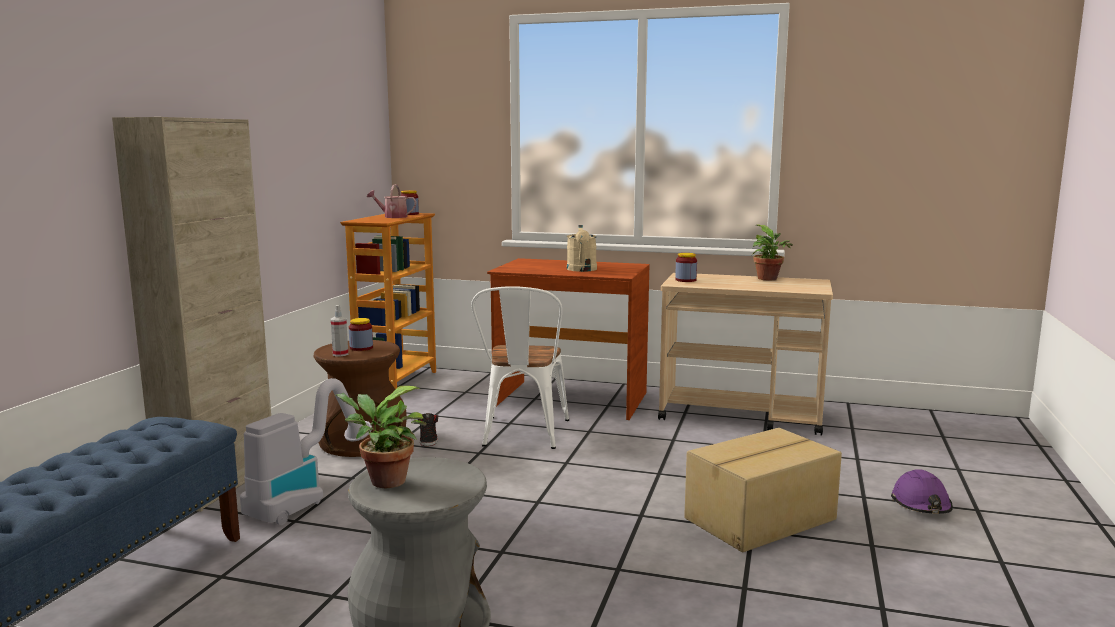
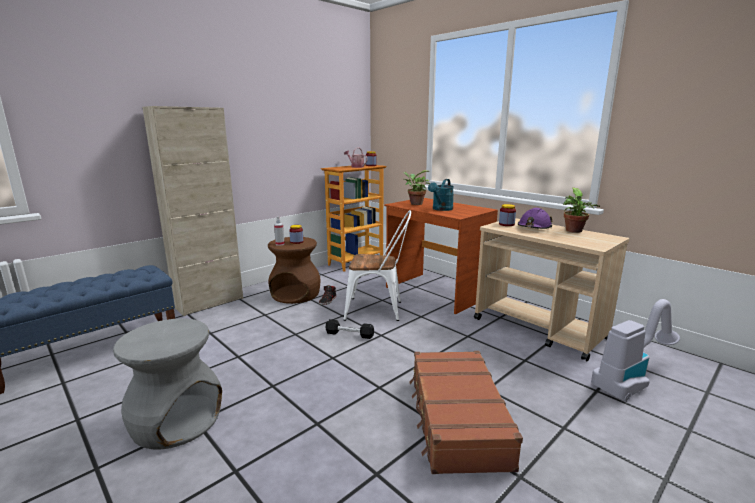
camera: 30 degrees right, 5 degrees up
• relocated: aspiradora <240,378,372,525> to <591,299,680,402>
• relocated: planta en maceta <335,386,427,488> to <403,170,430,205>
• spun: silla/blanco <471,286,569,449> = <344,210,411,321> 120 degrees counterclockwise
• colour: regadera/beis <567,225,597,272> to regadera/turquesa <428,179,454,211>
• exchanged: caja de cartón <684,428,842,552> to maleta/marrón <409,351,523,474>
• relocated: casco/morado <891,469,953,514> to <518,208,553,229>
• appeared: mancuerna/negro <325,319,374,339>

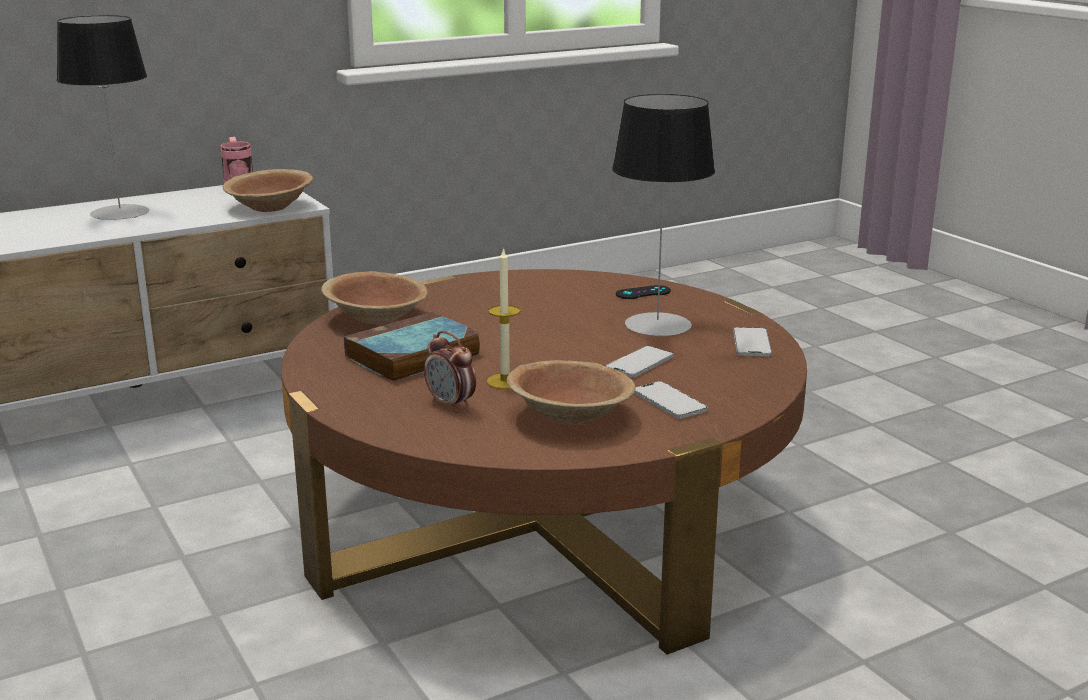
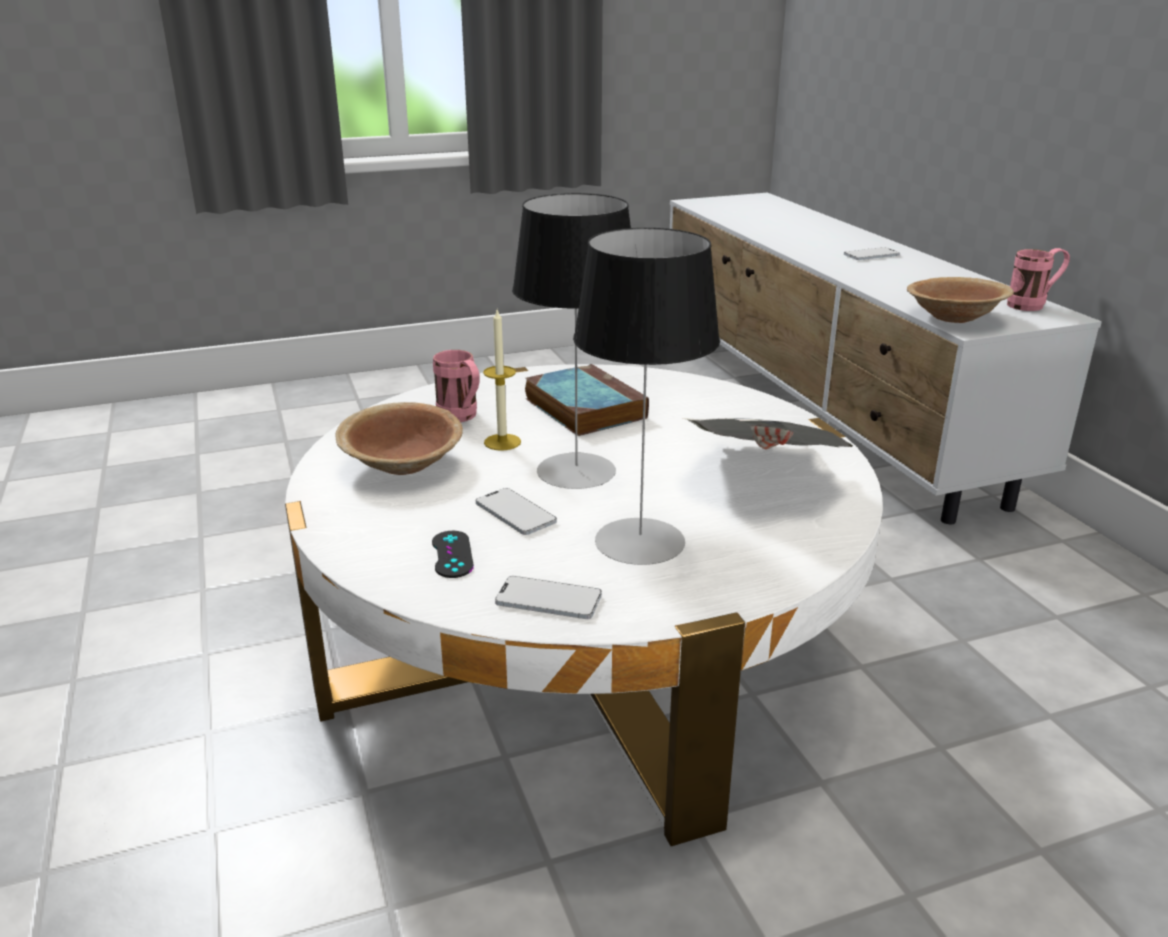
camera: 100 degrees right, 5 degrees up
• relocated: lámpara de mesa <56,15,149,220> to <512,193,631,489>
• colour: mesa de centro/marrón <281,269,807,655> to mesa de centro/blanco <285,364,883,846>
• missing: cuenco/marrón <321,271,428,325>
• exchanged: despertador <424,331,476,412> to taza grande/rosa <433,350,480,422>
• relocated: mando de consola/negro <616,285,671,299> to <432,531,474,578>
• relocated: móvil <634,381,708,419> to <844,247,900,260>
• appeared: periódico <683,418,853,449>

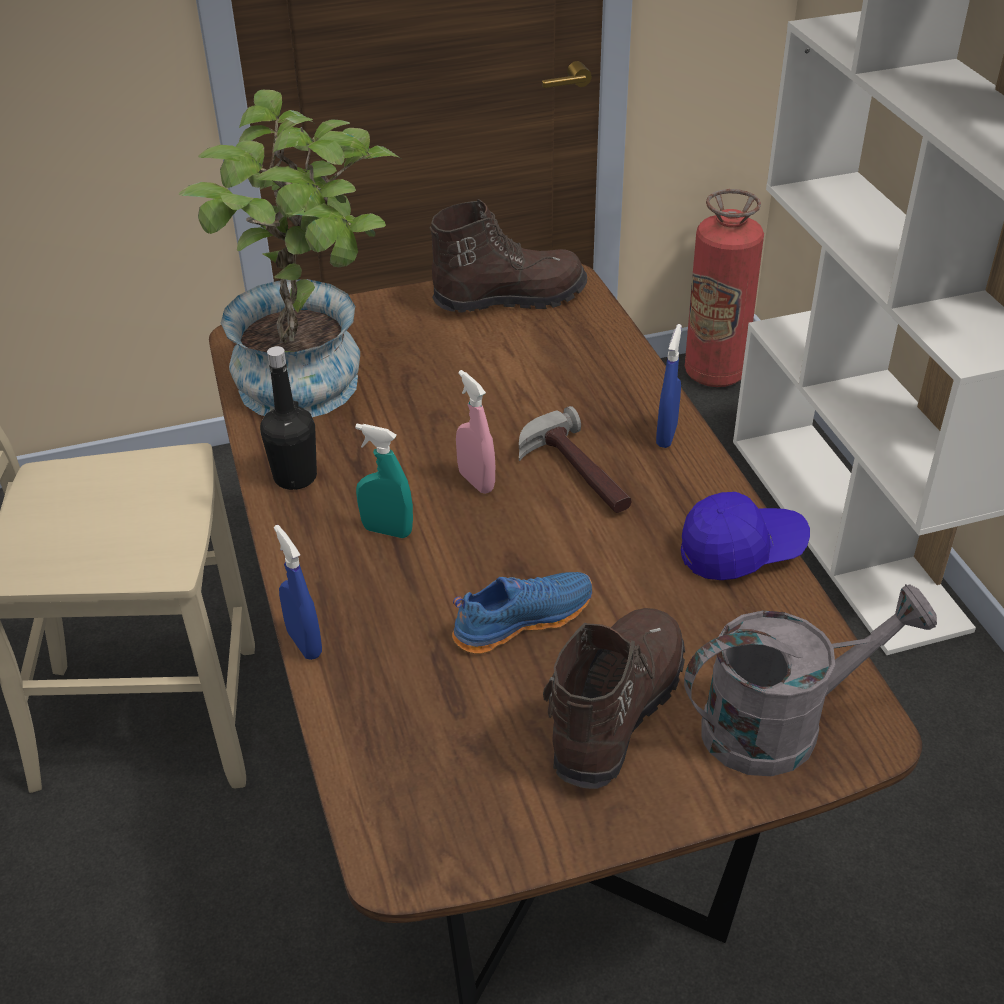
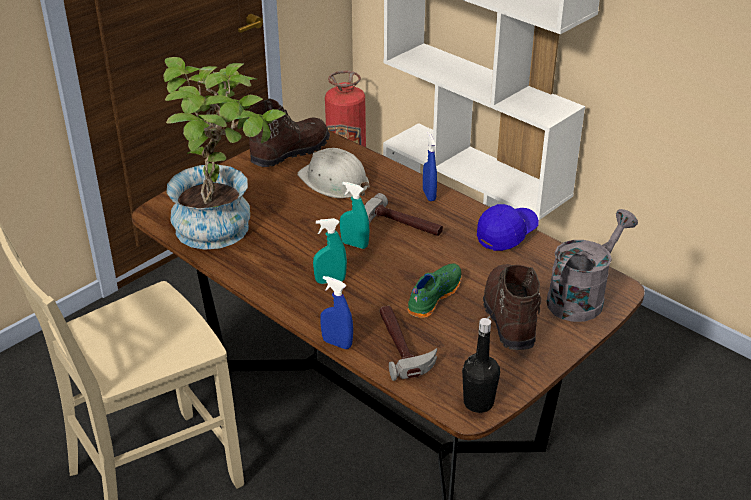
camera: 30 degrees left, 5 degrees down
• relocated: botella/negro <260,346,317,490> to <462,318,500,413>
• colour: zapato/azul <452,572,592,654> to zapato/verde <407,263,461,318>
• colour: pulverizador/rosa <456,370,495,494> to pulverizador/turquesa <340,182,369,249>
• appeared: casco/blanco <297,148,370,198>
• appeared: martillo <379,306,437,381>

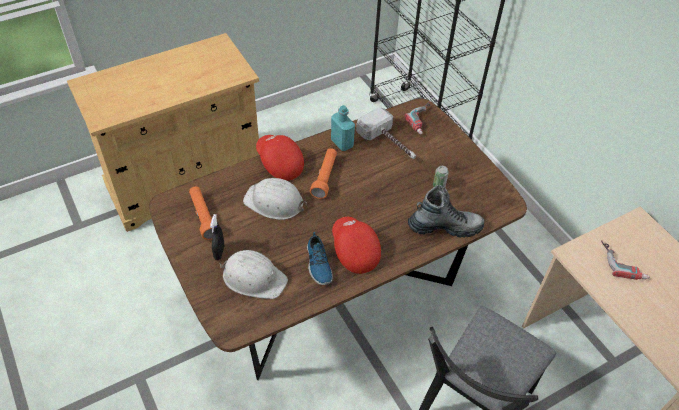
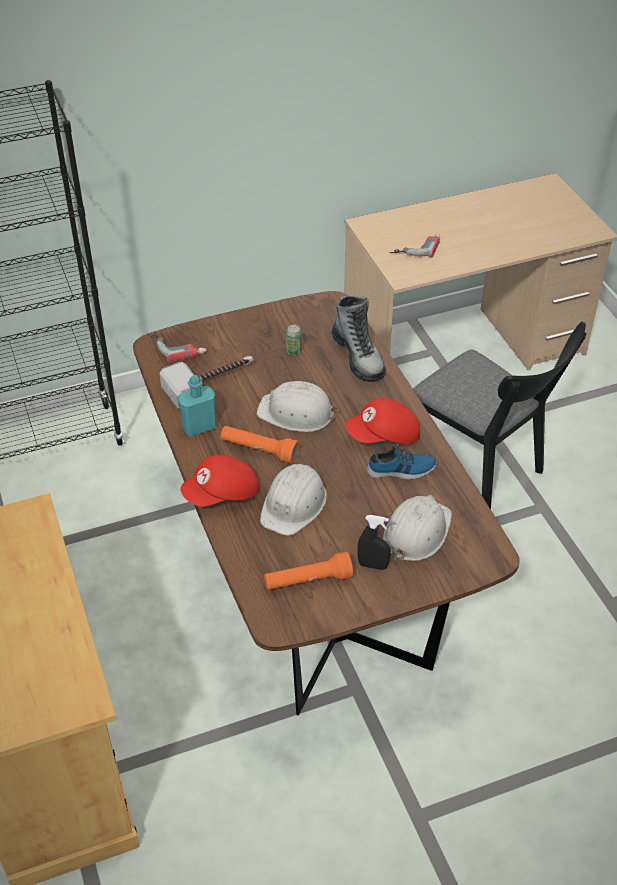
camera: 80 degrees left, 5 degrees down
• spun: bota <408,185,485,238> = <332,294,386,382> 150 degrees clockwise
• appeared: casco/blanco <257,381,339,432>

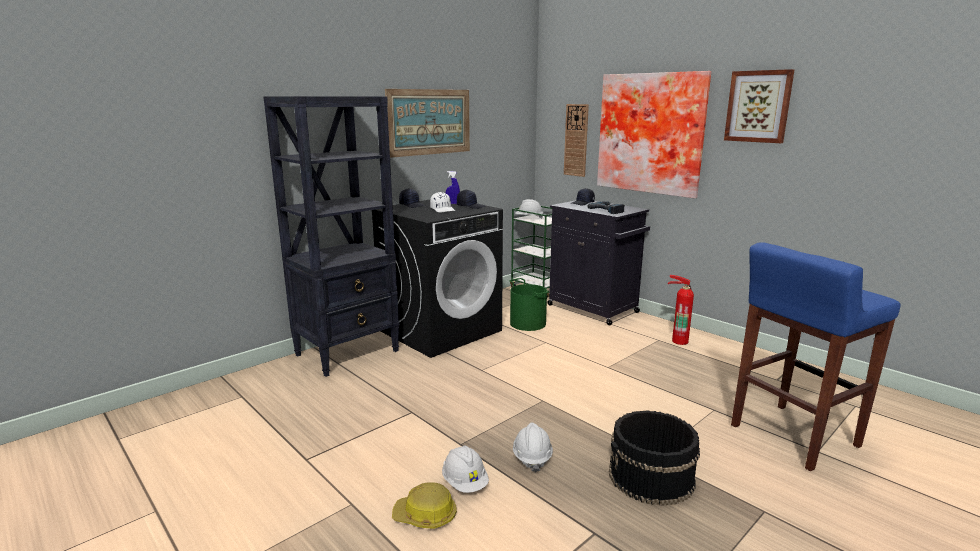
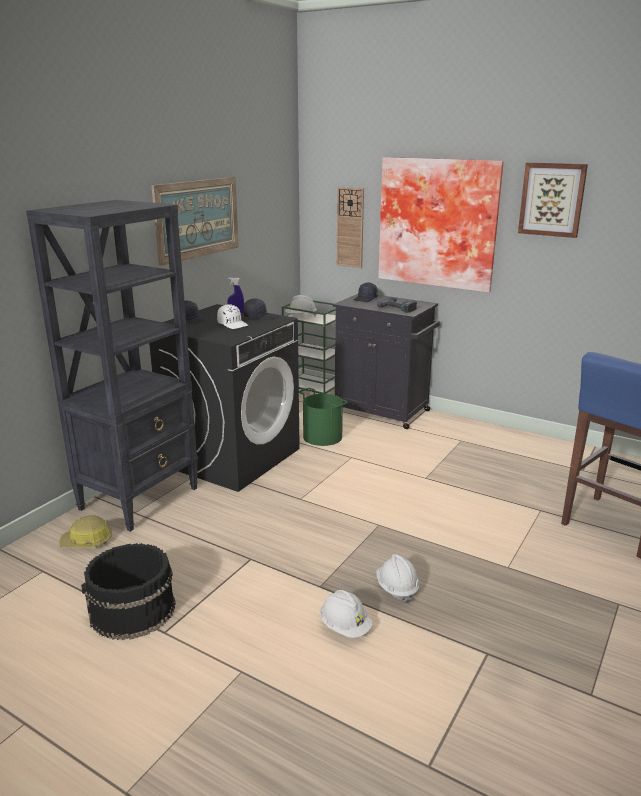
camera: 15 degrees left, 5 degrees up
• relocated: casco <392,482,457,529> to <59,515,112,548>
• relocated: cubo/negro <609,410,700,506> to <81,543,176,640>
• missing: extintor <668,275,694,345>

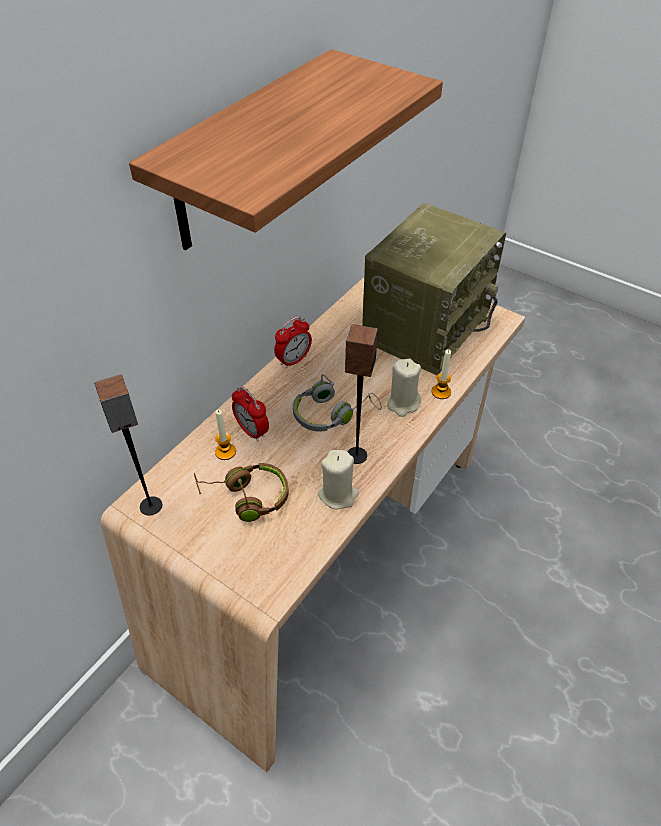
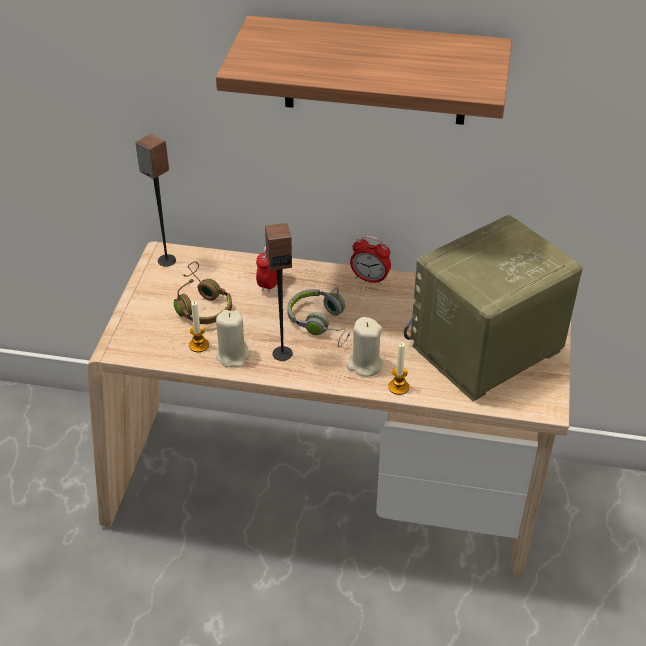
camera: 65 degrees right, 5 degrees down
• relocated: vela <215,410,236,460> to <189,301,209,352>
• spun: radio <362,203,506,375> = <404,215,583,401> 135 degrees clockwise

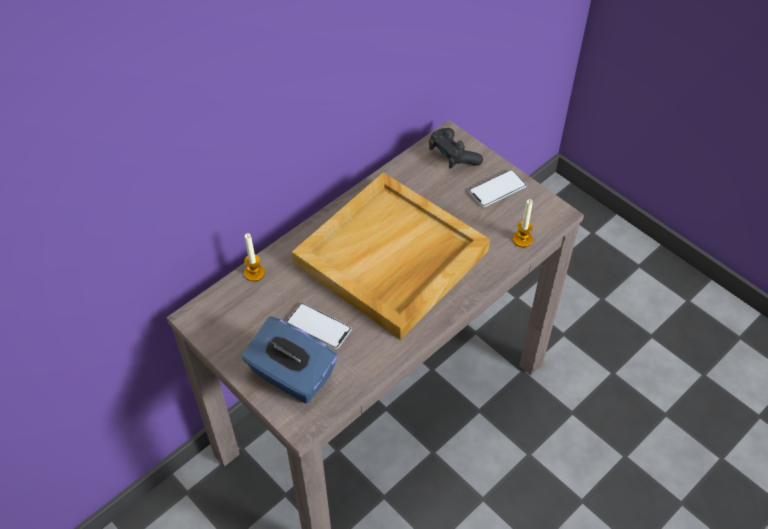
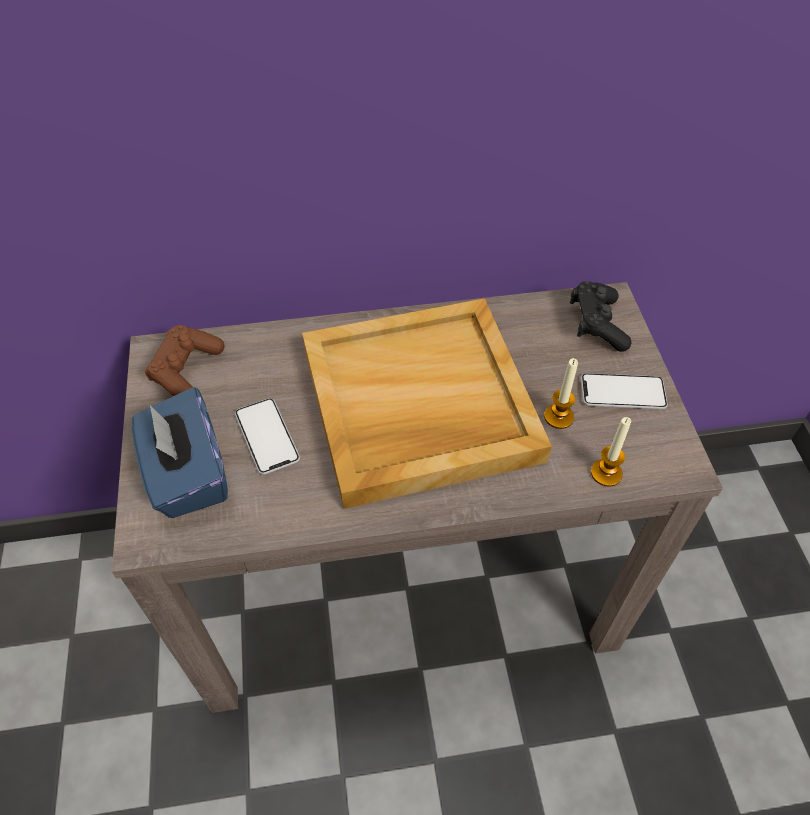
camera: 35 degrees right, 0 degrees up
• relocated: vela <244,233,265,281> to <544,358,578,429>
• appeared: mando de consola/marrón <145,325,225,396>

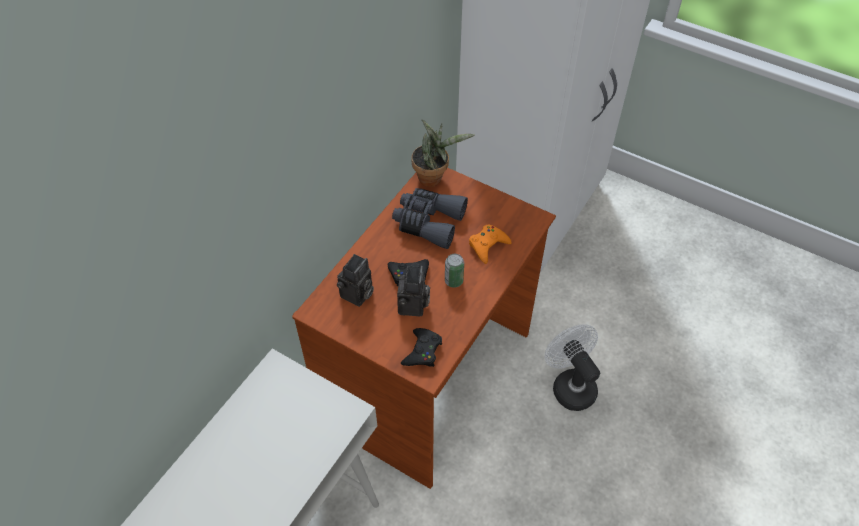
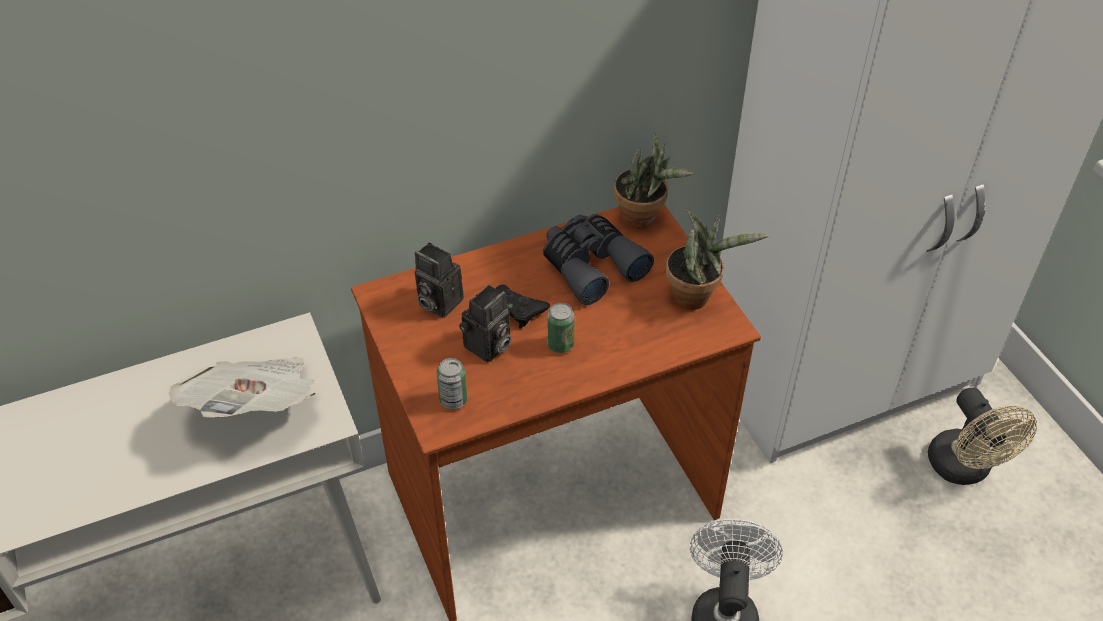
camera: 35 degrees right, 5 degrees down
• spun: cámara <337,254,374,307> = <415,242,464,318> 60 degrees clockwise
• exchanged: mando de consola/negro <401,328,442,367> to lata <436,358,467,410>
• missing: mando de consola/naranja <469,225,512,264>
• appeared: periódico <169,357,316,418>
• appeared: planta en maceta <666,207,769,310>
• appeared: ventilador/beis <928,387,1037,485>

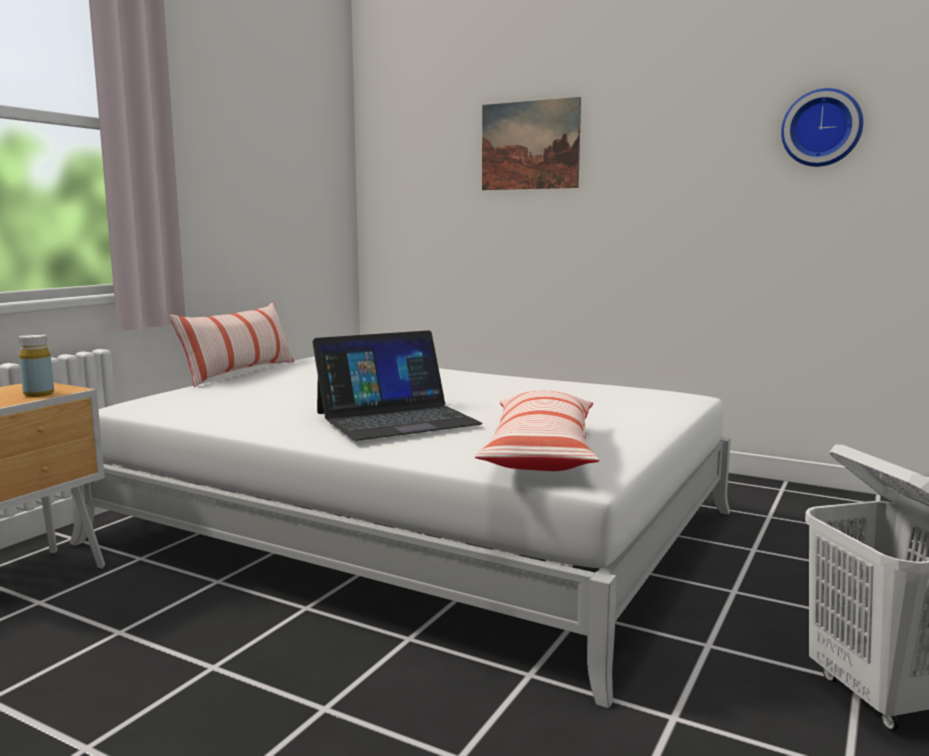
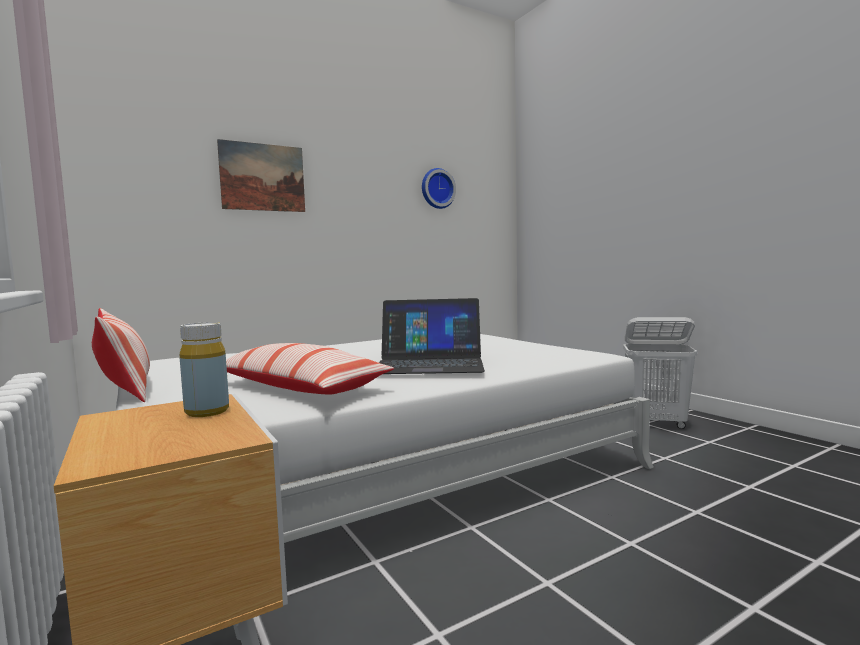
camera: 60 degrees left, 5 degrees down
• spun: portátil <312,330,483,441> = <379,298,485,374> 90 degrees clockwise
• relocated: cojín <475,391,599,471> to <226,343,394,395>

